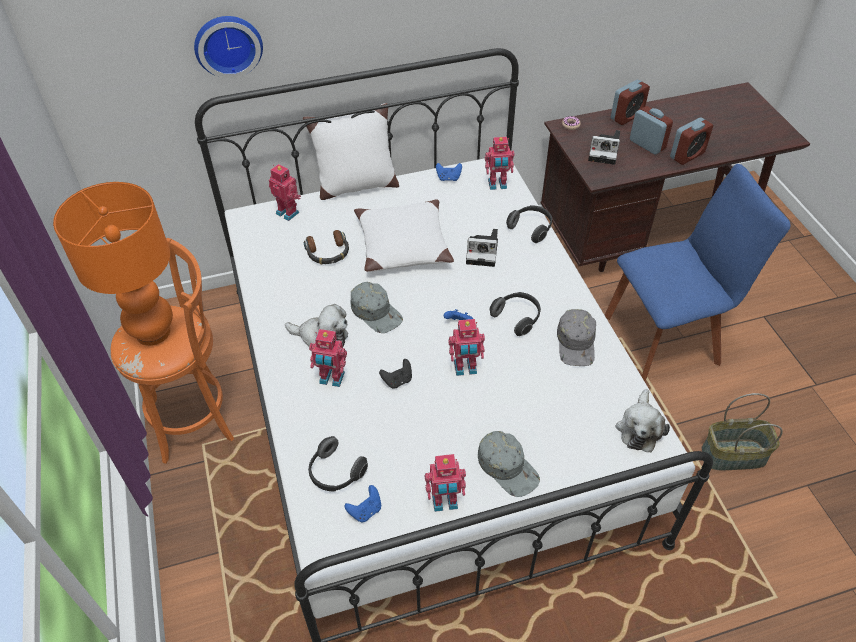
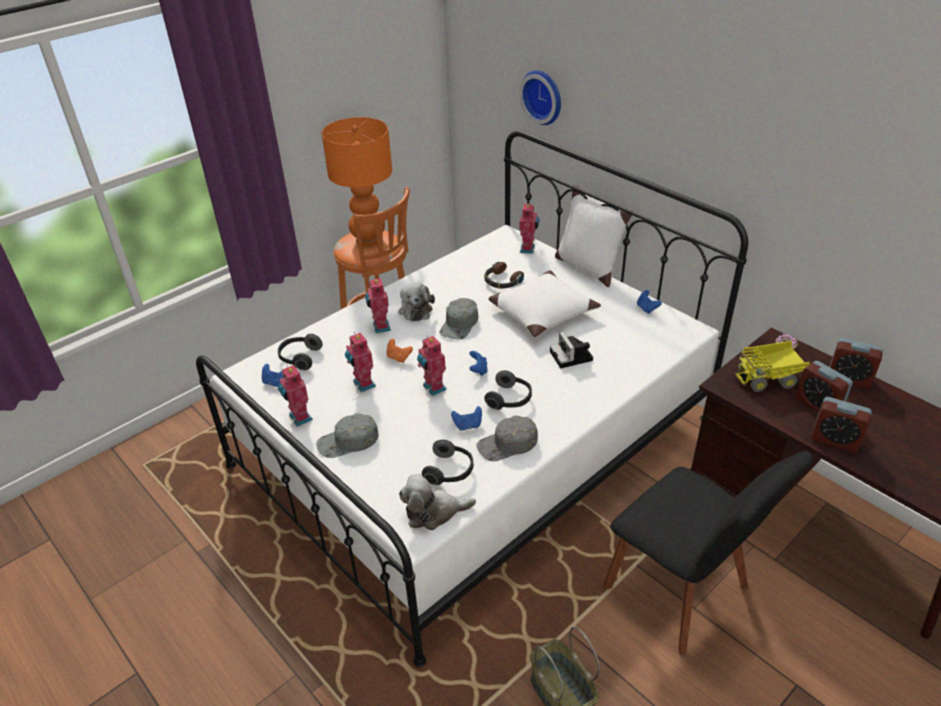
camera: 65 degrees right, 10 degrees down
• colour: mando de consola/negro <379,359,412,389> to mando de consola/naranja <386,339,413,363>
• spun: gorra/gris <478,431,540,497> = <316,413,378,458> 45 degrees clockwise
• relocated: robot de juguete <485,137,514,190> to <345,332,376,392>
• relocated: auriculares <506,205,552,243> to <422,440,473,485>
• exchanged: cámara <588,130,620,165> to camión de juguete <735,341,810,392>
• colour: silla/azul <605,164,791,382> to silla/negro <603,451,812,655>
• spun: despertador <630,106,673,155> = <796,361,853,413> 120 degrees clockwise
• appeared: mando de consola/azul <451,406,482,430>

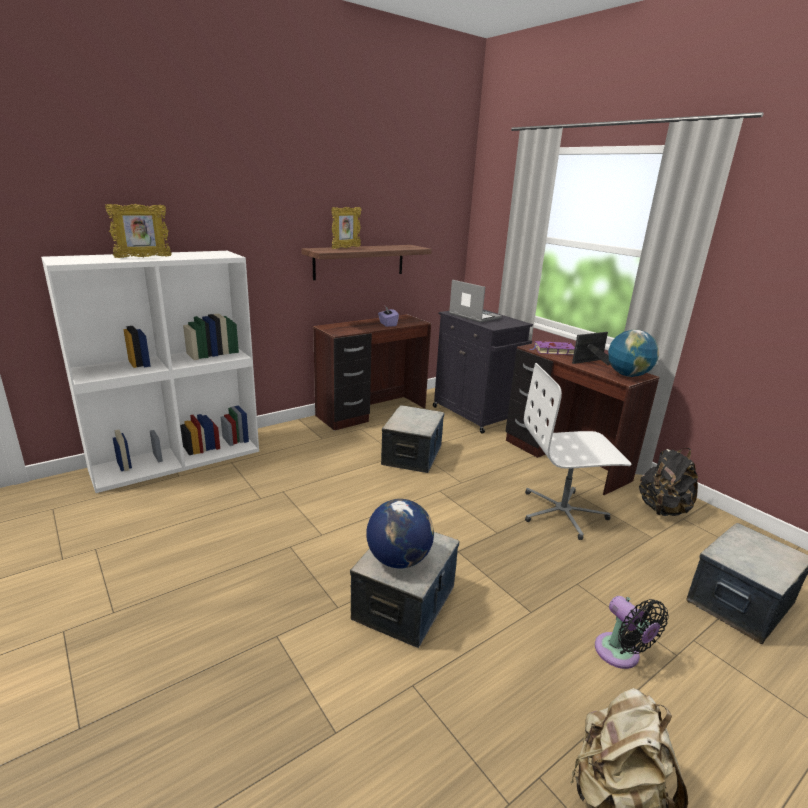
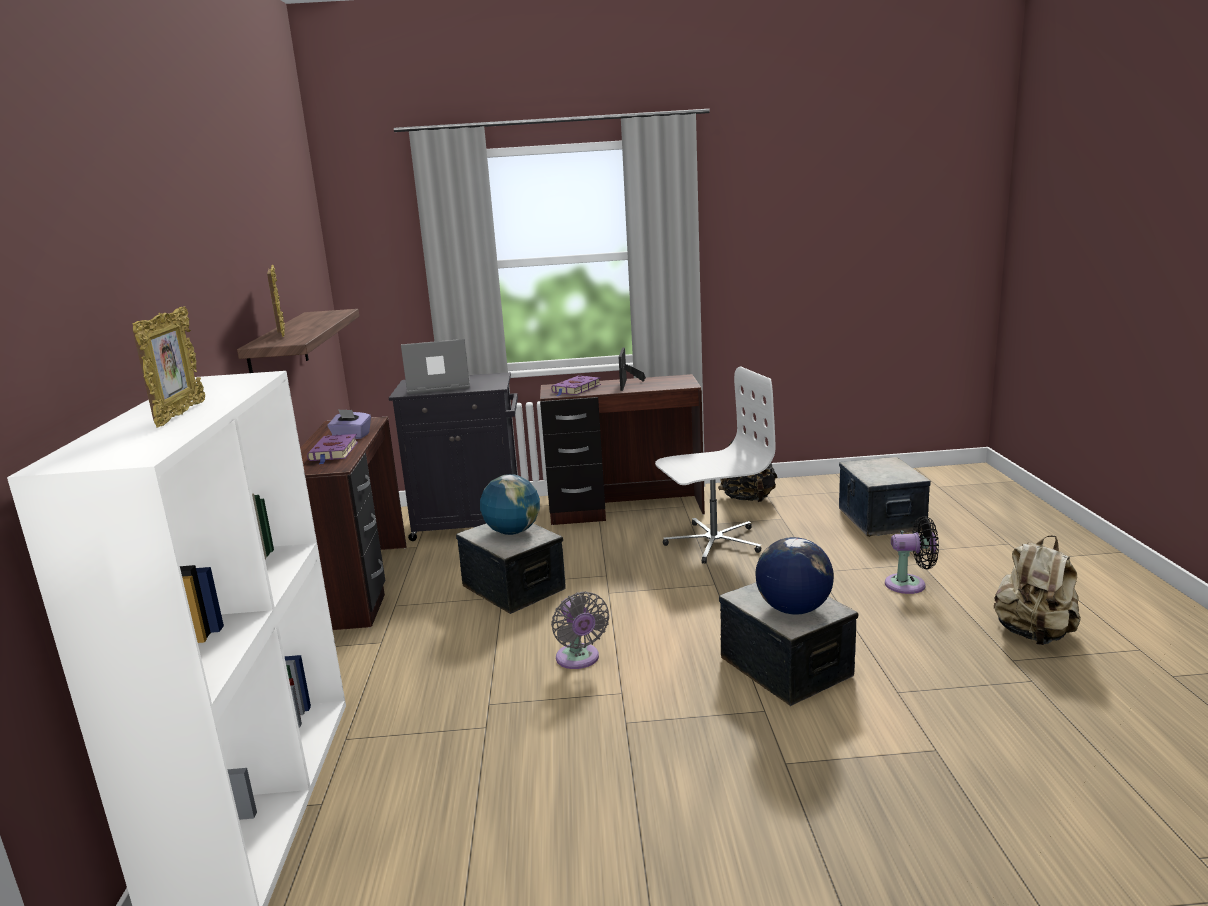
camera: 55 degrees left, 5 degrees down
• spun: silla de oficina/blanco <524,363,631,540> = <655,366,775,564> 135 degrees counterclockwise
• relocated: globo terráqueo <608,329,659,377> to <480,474,540,535>
• appeared: libro/morado <307,434,358,464>
• appeared: ventilador/gris <551,592,609,669>

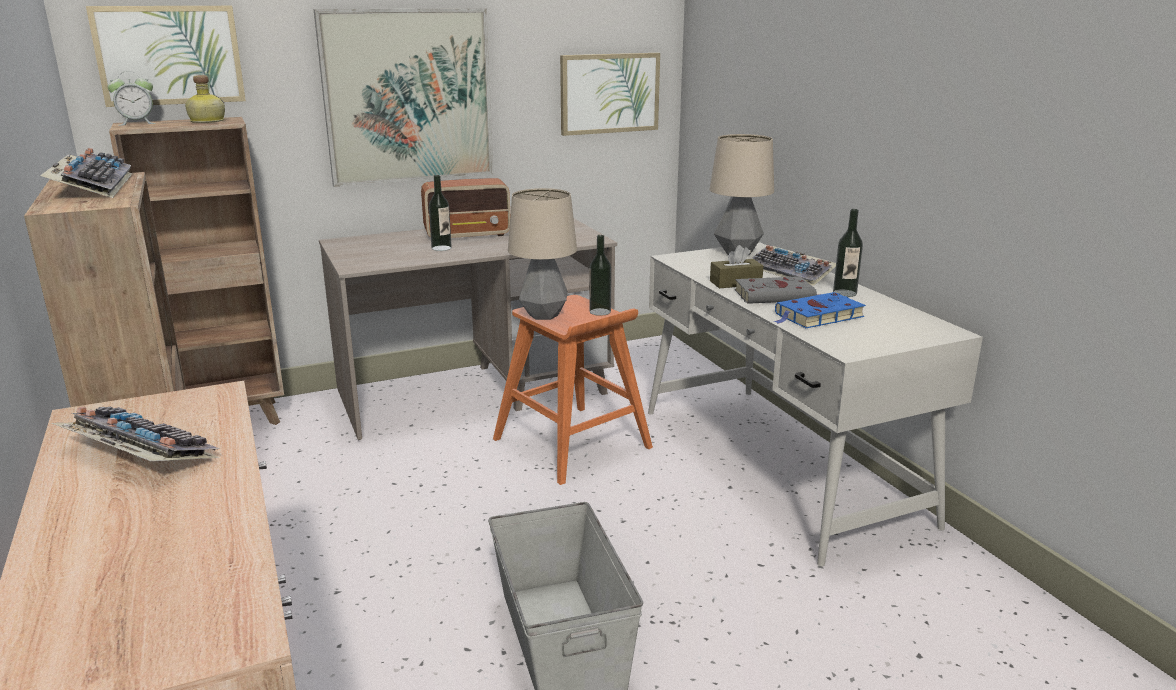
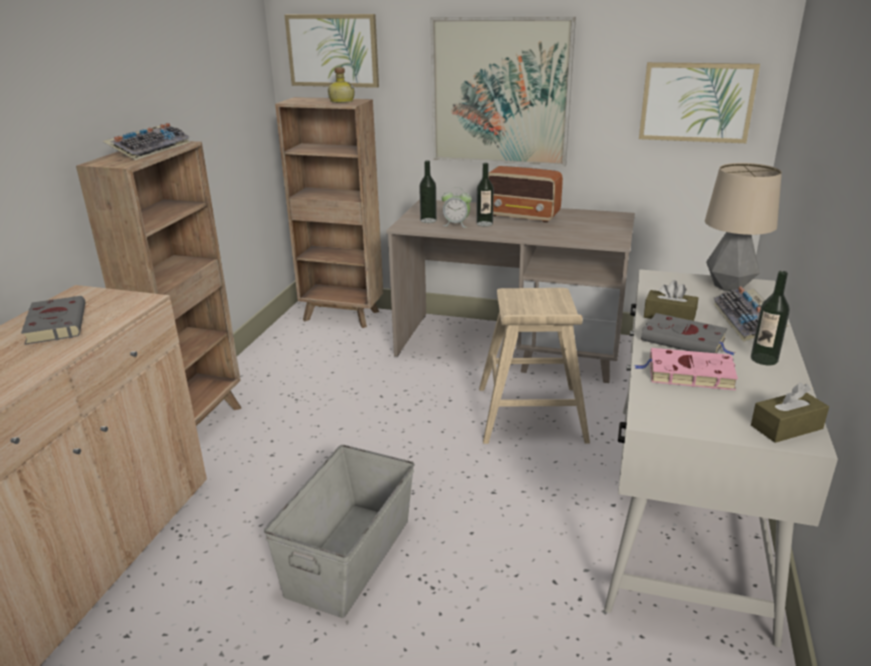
camera: 40 degrees right, 5 degrees up
• exchanged: teclado <52,407,220,461> to libro/gris <21,296,85,345>
• relocated: despertador <107,71,156,126> to <442,187,472,228>
• colour: taburete/naranja <493,295,653,485> to taburete/beis <479,288,590,444>
• missing: lámpara de mesa <508,188,577,320>
• relocated: botella <589,235,611,316> to <419,160,437,223>
• colour: libro/azul <773,292,866,328> to libro/rosa <634,348,738,390>
• appeared: caja de pañuelos/marrón <751,383,829,443>

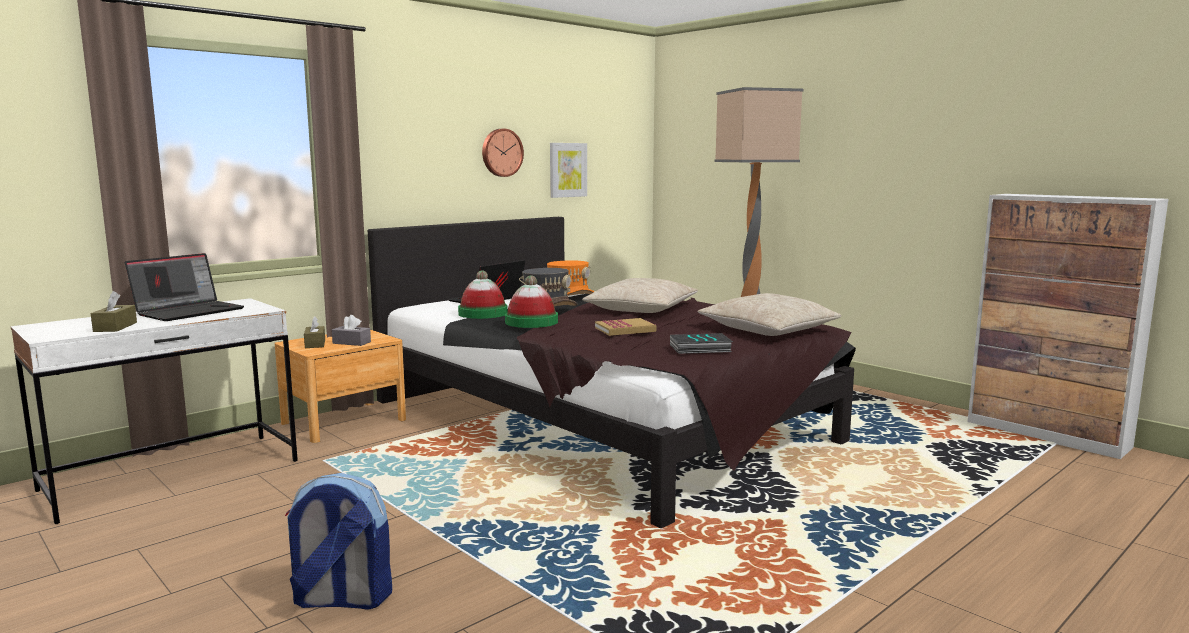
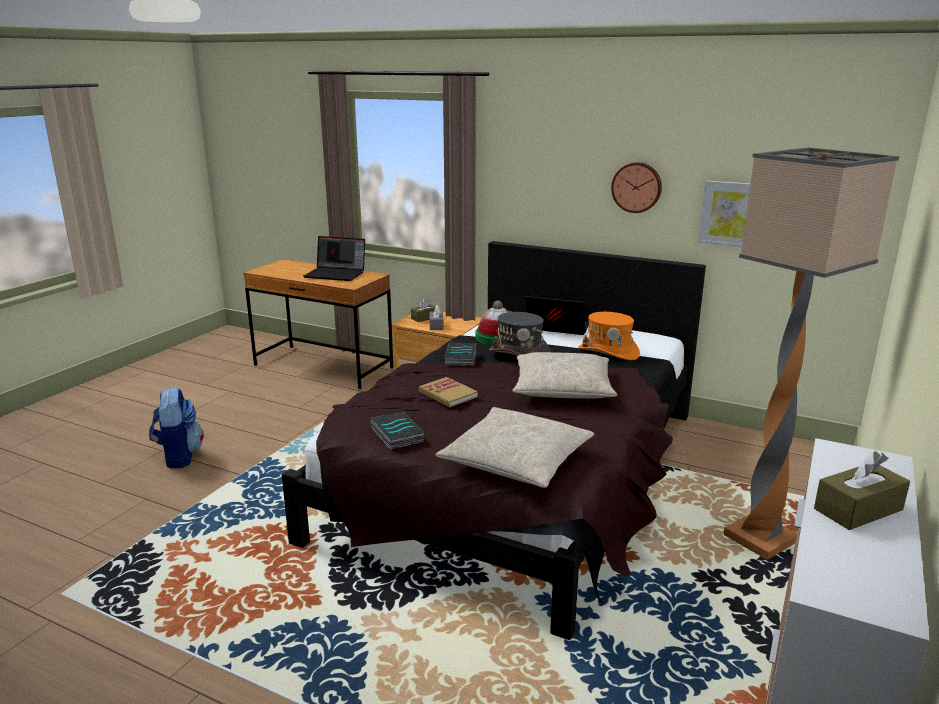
camera: 70 degrees right, 10 degrees up
• colour: escritorio/blanco <11,298,298,524> to escritorio/marrón <243,259,393,389>
• relocated: caja de pañuelos/marrón <91,291,137,332> to <814,451,910,530>
• exchanged: sombrero <505,275,558,328> to libro <445,343,477,366>

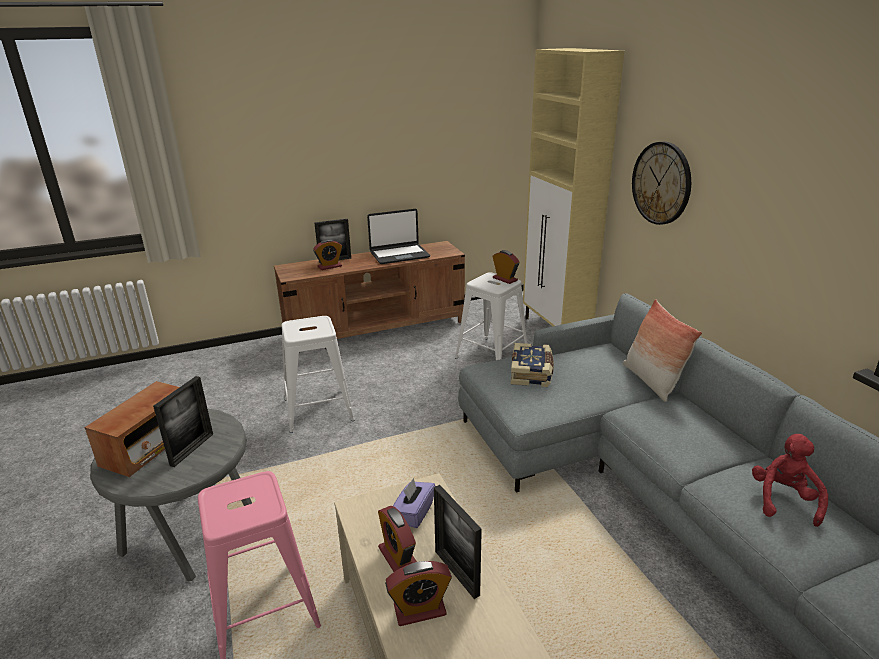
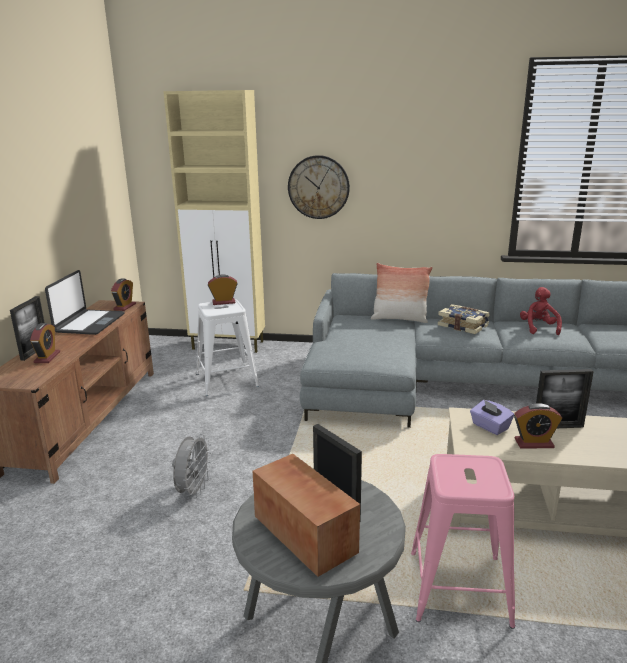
camera: 60 degrees left, 5 degrees down
• exchanged: taburete/blanco <282,316,354,433> to ventilador/gris <172,434,212,498>
• relocated: despertador <385,561,452,626> to <111,278,136,311>
• relocated: libro <511,343,554,387> to <438,304,489,334>
• spun: peluche/rojo <752,434,828,527> = <520,287,562,335> 45 degrees clockwise

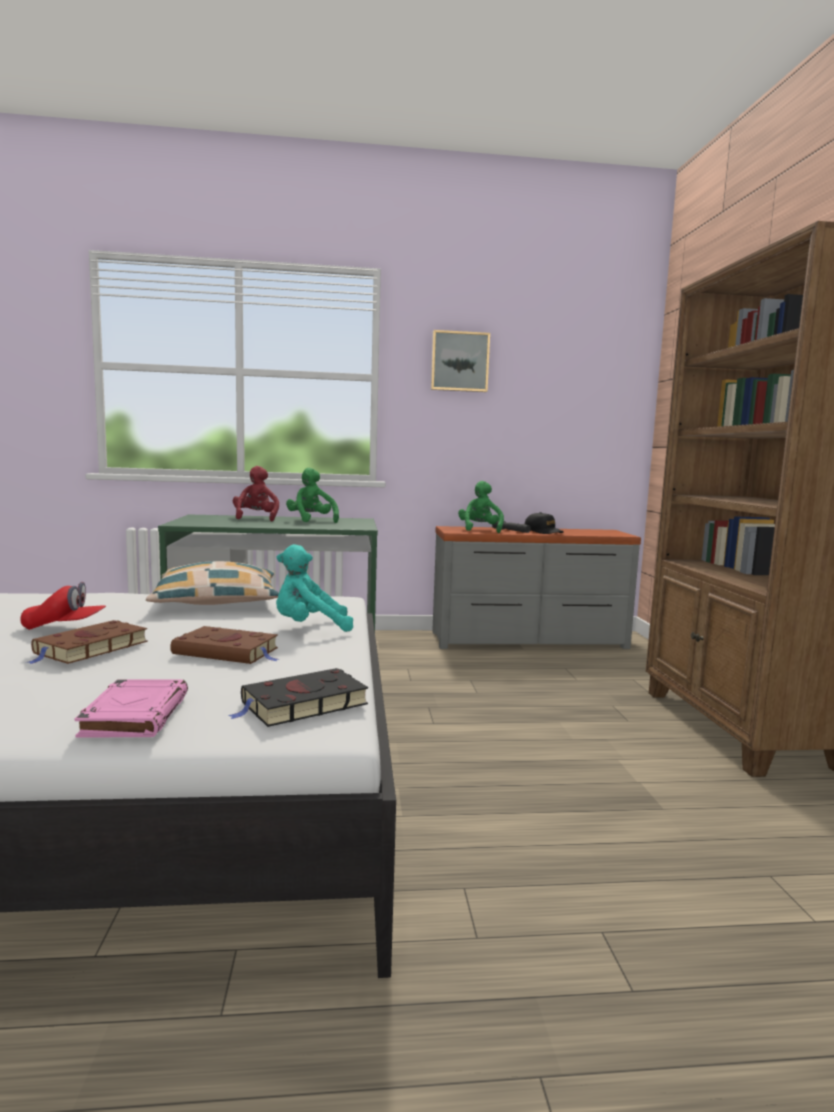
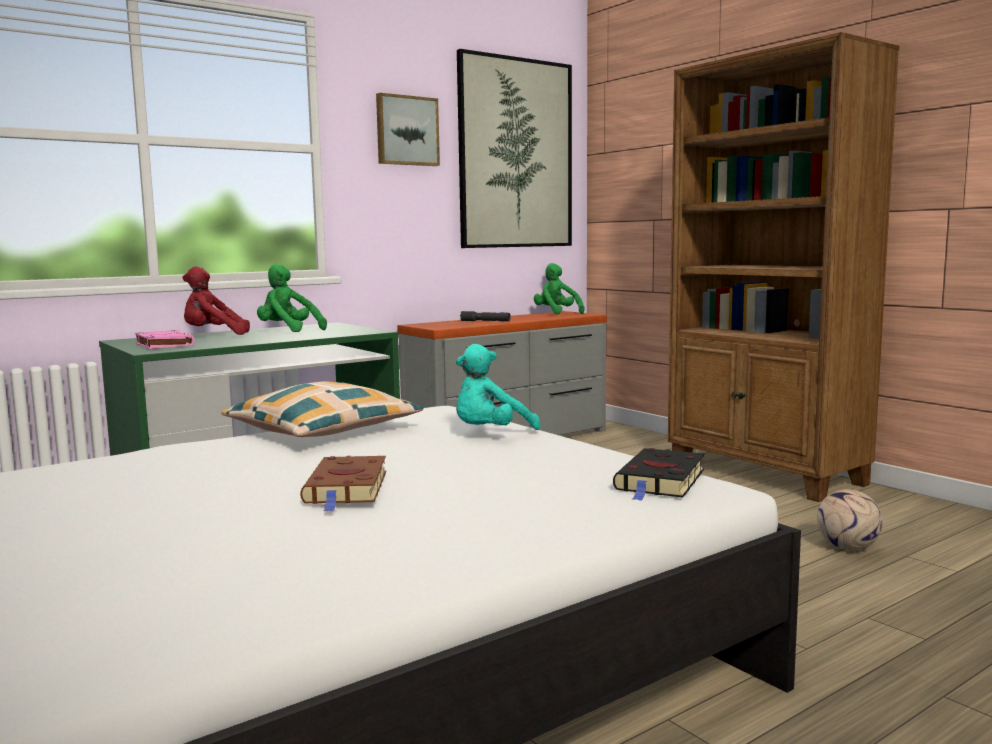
camera: 30 degrees left, 0 degrees up
• missing: gorra/rojo <21,582,106,630>
• relocated: libro/rosa <75,679,188,738> to <135,330,195,349>
• missing: libro/marrón <170,626,279,664>
• spun: peluche/rojo <233,466,279,521> = <182,266,250,335> 60 degrees counterclockwise
• relocated: peluche/verde <458,481,504,533> to <534,263,585,314>
• missing: gorra/negro <525,512,564,534>
• appeared: cuadro <457,49,572,248>
• appeared: balón de fútbol <817,489,883,550>

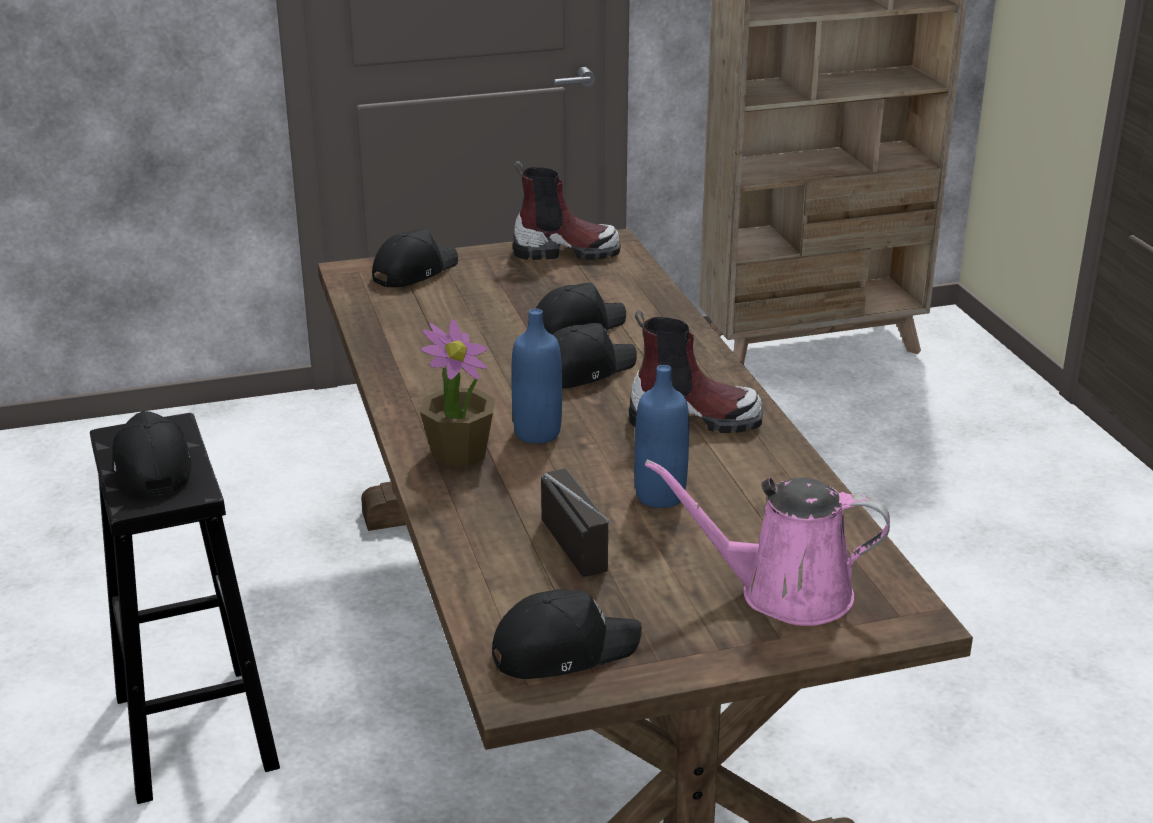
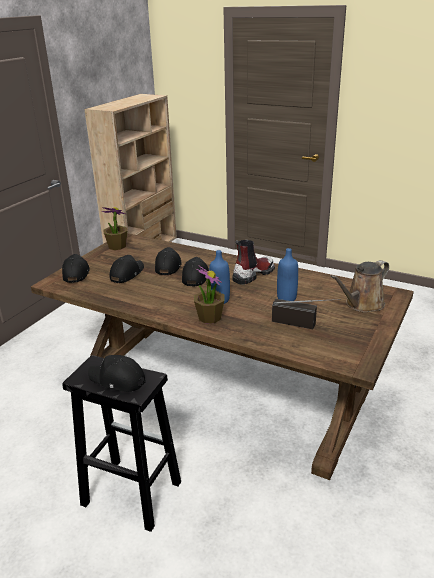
camera: 45 degrees left, 0 degrees up
• relocated: gorra/negro <492,589,642,679> to <110,255,144,283>
• exchanged: bota <513,161,621,260> to planta en maceta <101,207,127,250>
• colour: regadera/rosa <645,459,890,626> to regadera/marrón <330,260,389,312>

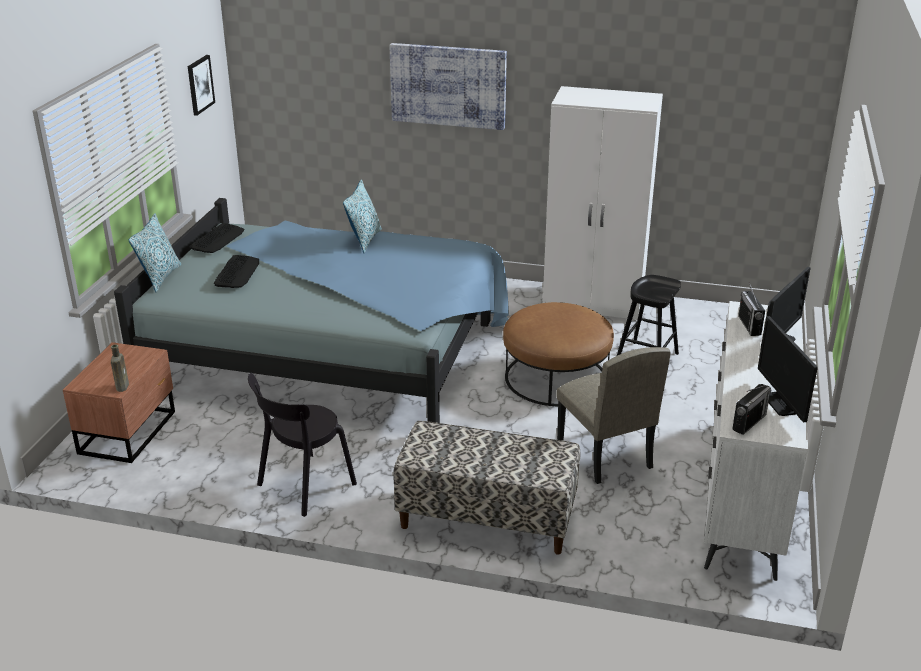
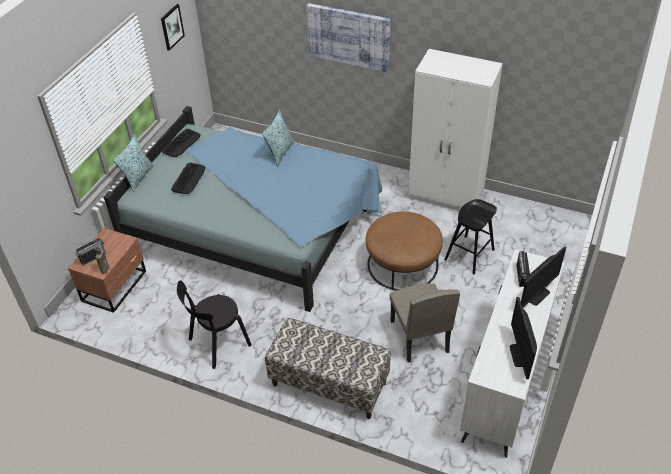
camera: 10 degrees right, 15 degrees up
• relocated: radio <732,384,771,435> to <75,238,106,265>

